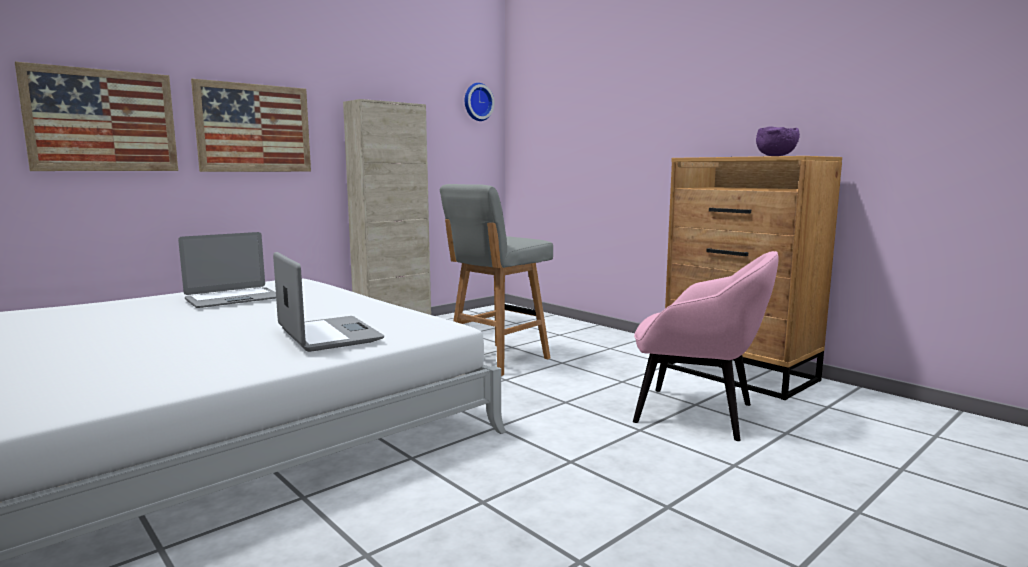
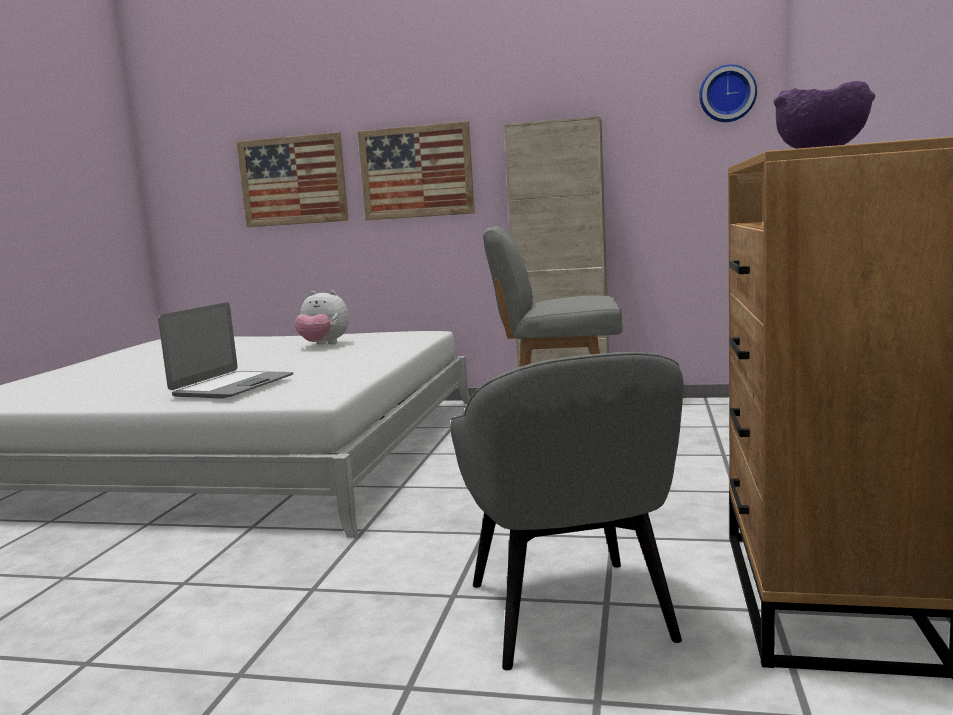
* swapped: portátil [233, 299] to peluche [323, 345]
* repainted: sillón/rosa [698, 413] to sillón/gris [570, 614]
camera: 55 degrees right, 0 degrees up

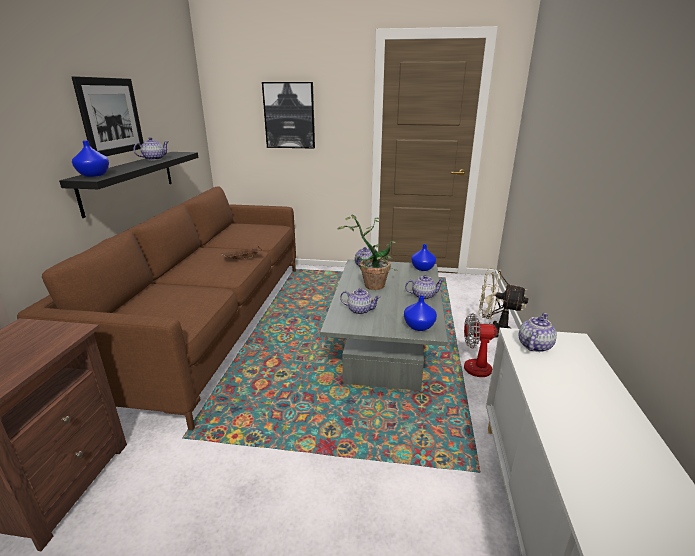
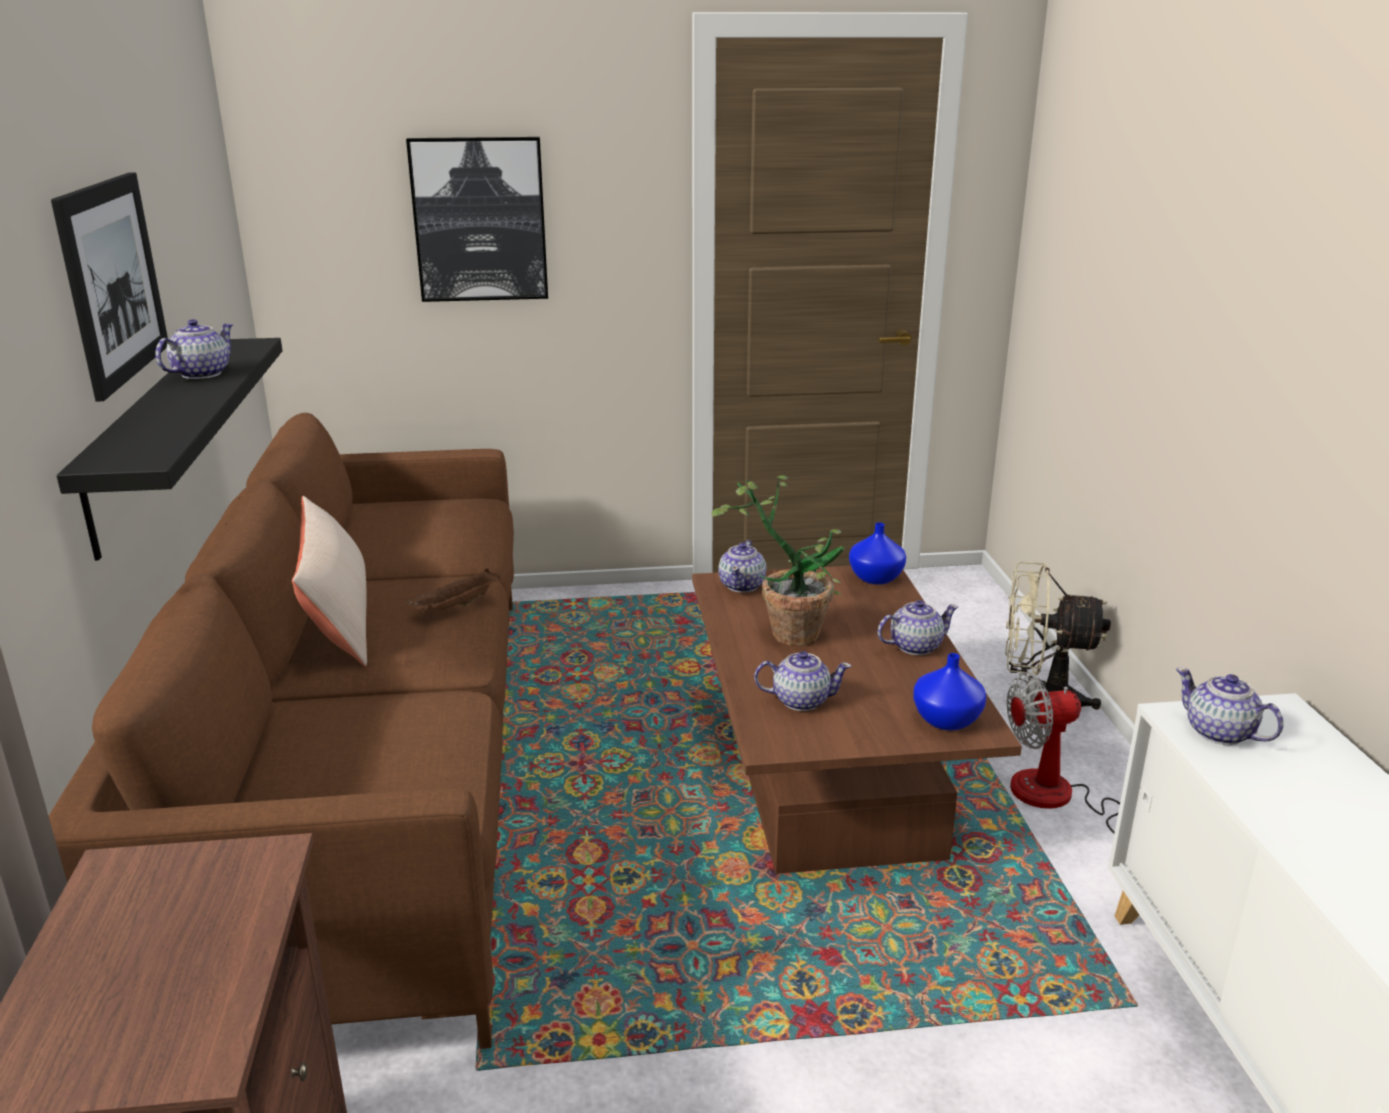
* gone: florero/azul [94, 175]
* repainted: mesa de centro/gris [385, 348] to mesa de centro/marrón [827, 774]
* rotated: tetera [534, 345] = [1220, 733] 60 degrees counterclockwise
* new: cojín/beis [338, 618]
camera: 15 degrees left, 0 degrees up

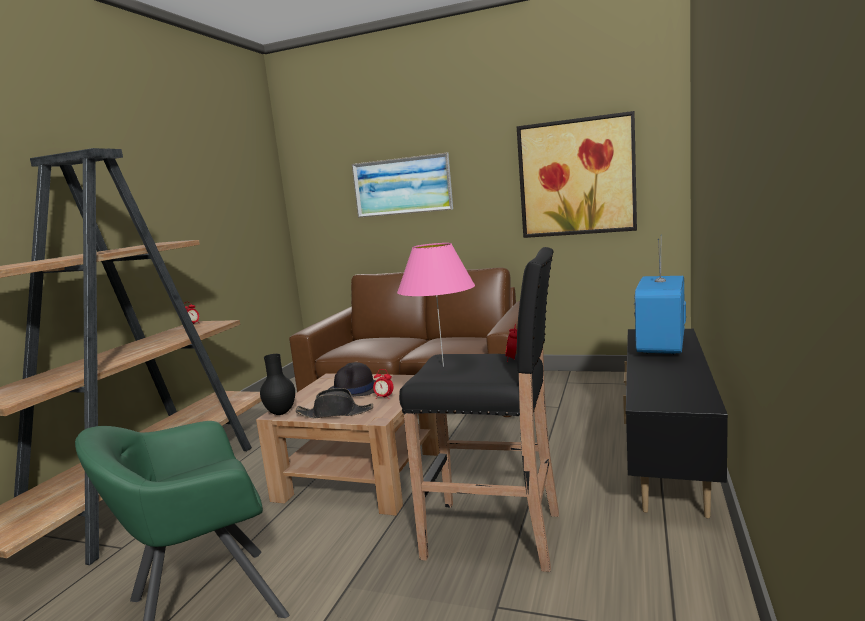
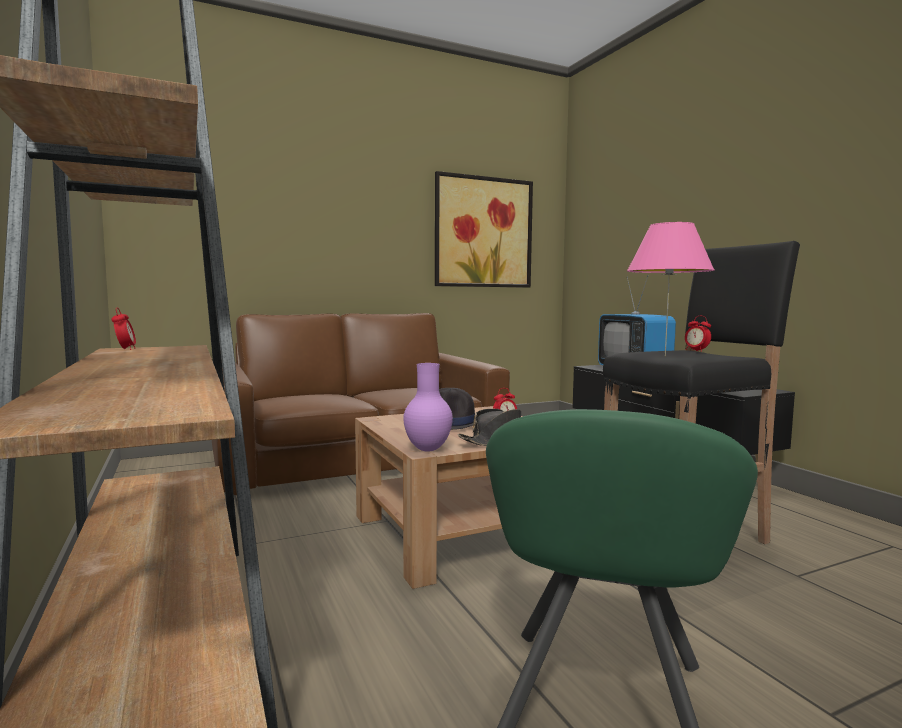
* gone: cuadro [402, 186]
* repainted: florero/negro [281, 412] to florero/morado [427, 449]
camera: 45 degrees left, 5 degrees down

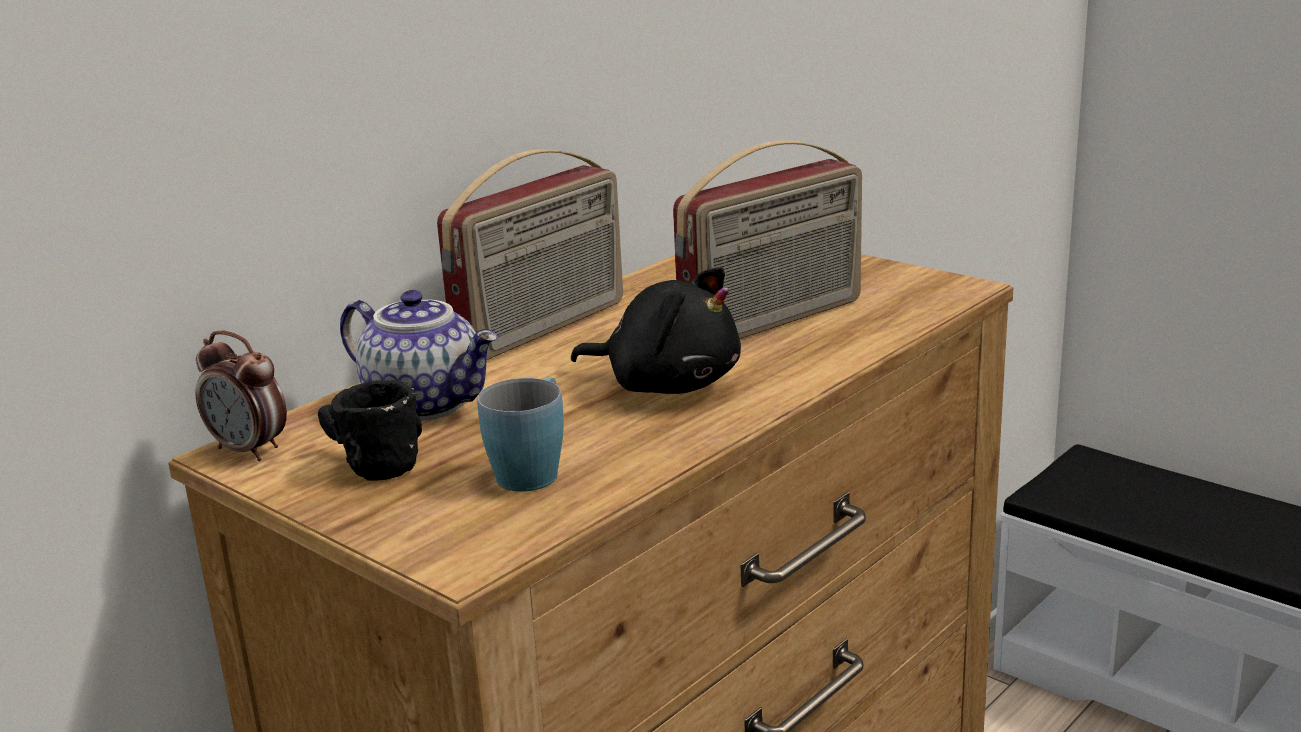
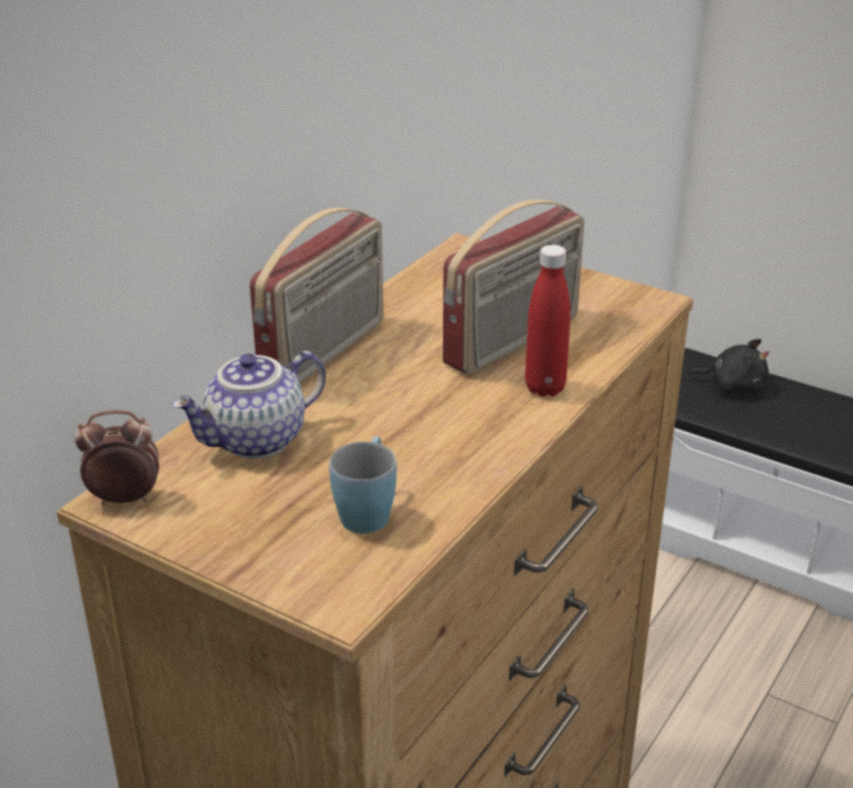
* shifted: peluche/negro [667, 384] to [732, 385]
* rotated: tetera [428, 403] = [256, 441] 120 degrees clockwise
* rotated: despertador [249, 450] = [124, 498] 150 degrees clockwise
* gone: taza grande/negro [364, 464]
* new: botella/rojo [545, 388]
camera: 10 degrees left, 10 degrees up

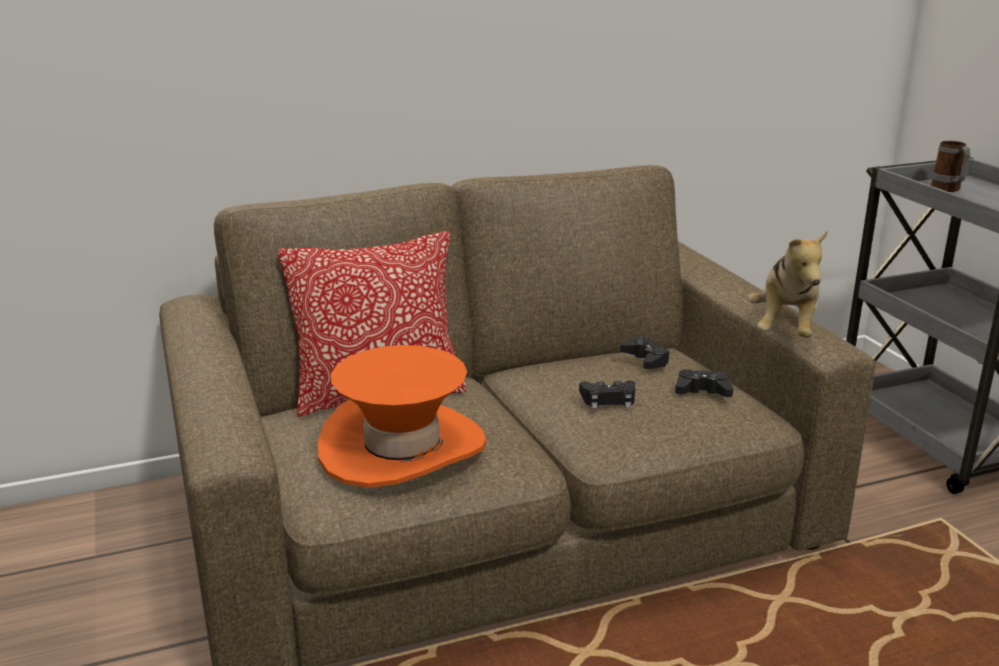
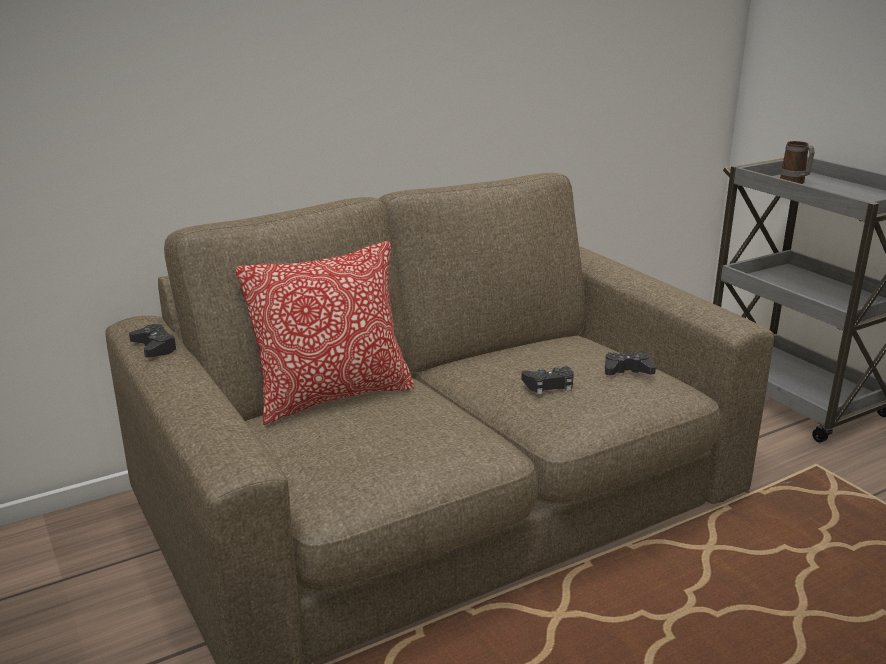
* gone: peluche [785, 329]
* shifted: mando de consola/negro [645, 359] to [154, 347]
* gone: sombrero/naranja [402, 447]
camera: 10 degrees left, 0 degrees up

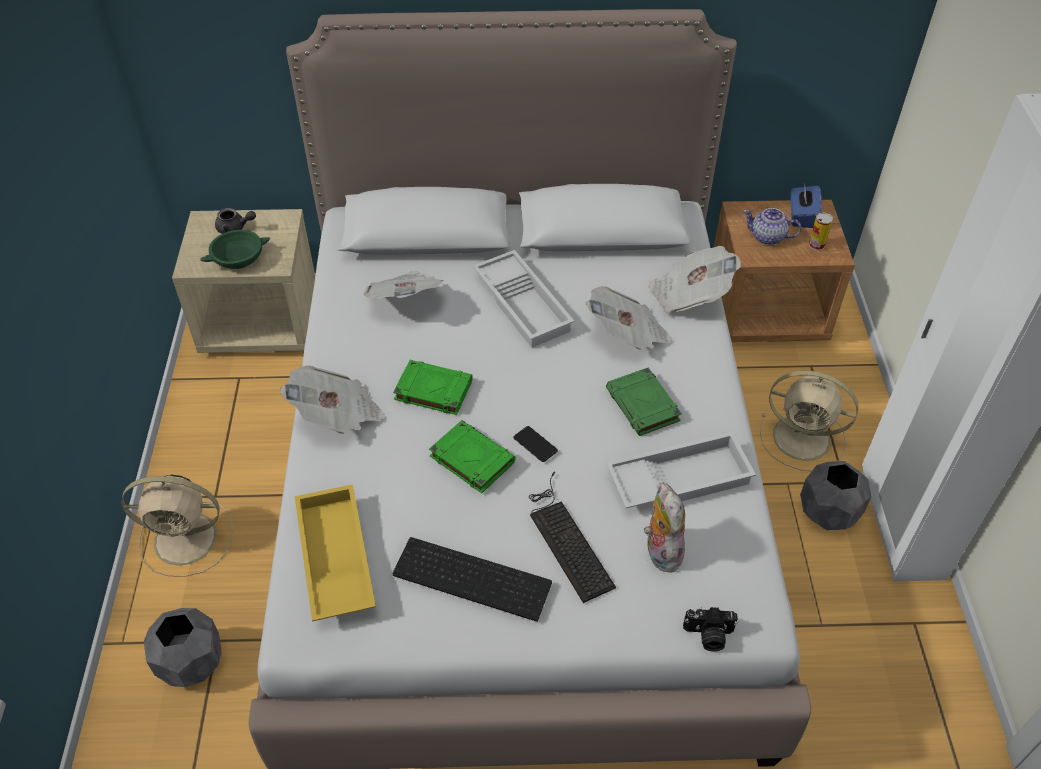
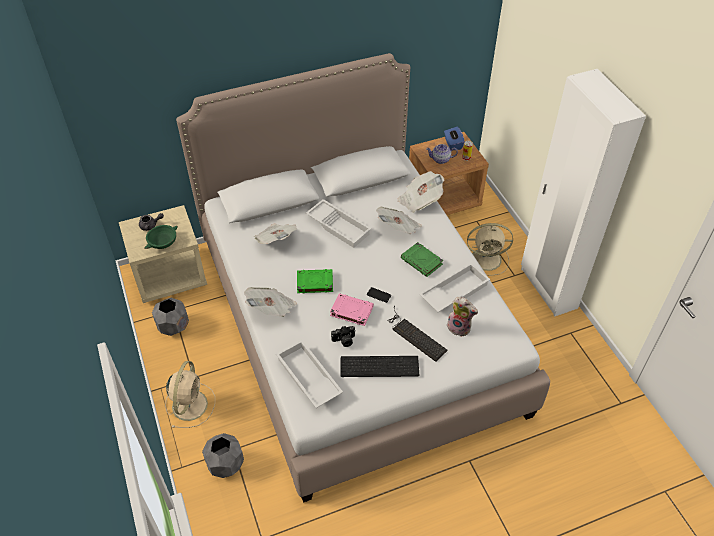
* repainted: libro/verde [471, 459] to libro/rosa [351, 311]
* shifted: maceta/gris [828, 512] to [174, 326]
* rotated: ventilador/beis [188, 539] = [190, 404] 60 degrees counterclockwise
* rotated: peluche [660, 550] = [460, 327] 150 degrees clockwise
* repainted: bandeja/amarillo [333, 559] to bandeja/blanco [307, 378]
* shifted: cámara [708, 636] to [344, 341]
camera: 20 degrees left, 0 degrees up

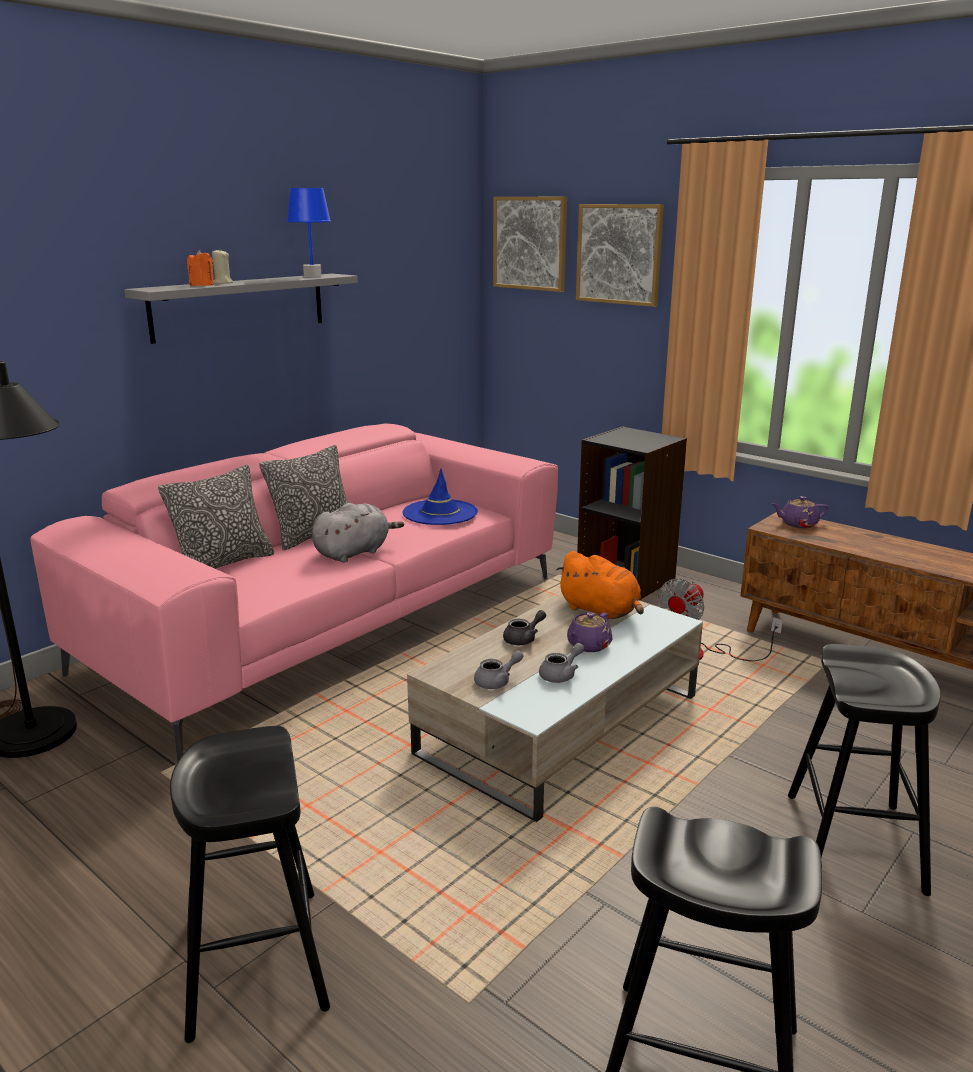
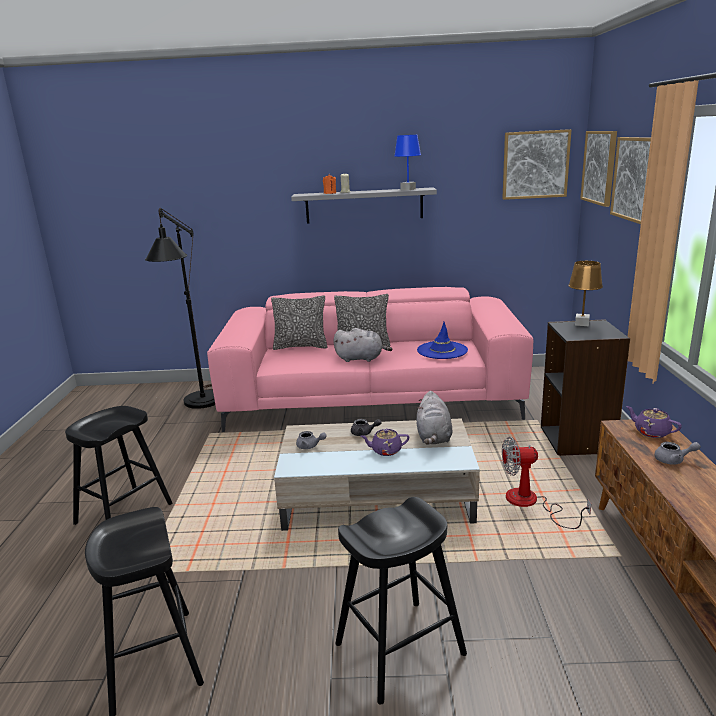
* repainted: peluche/naranja [601, 611] to peluche/gris [433, 437]
* shifted: tetera/gris [561, 675] to [673, 460]
* new: cuadro [535, 164]
* new: lámpara de mesa/marrón [582, 324]
camera: 50 degrees right, 0 degrees up

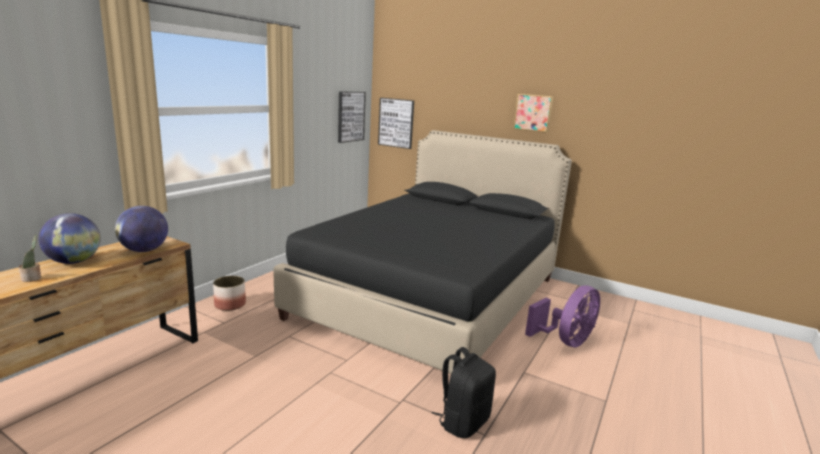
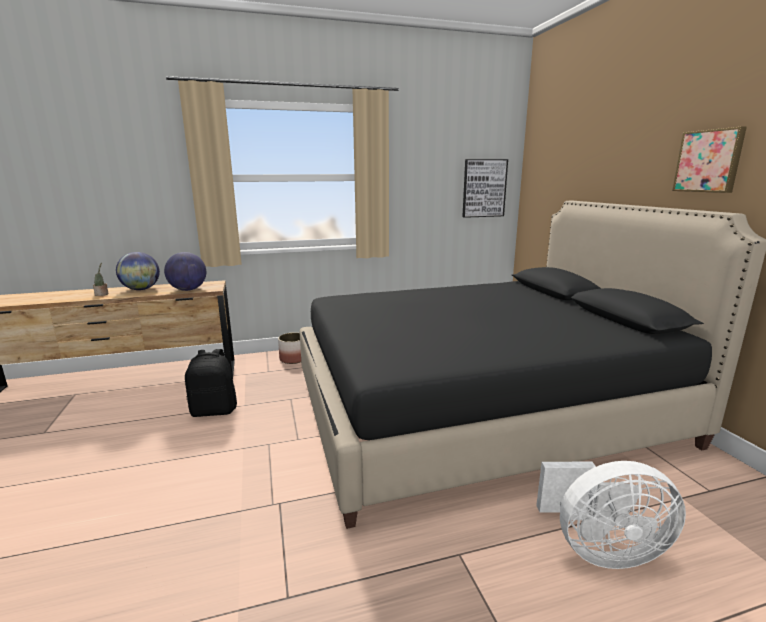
* gone: cuadro [396, 123]
* repainted: ventilador/morado [566, 341] to ventilador/blanco [600, 549]
* shifted: mochila/negro [463, 422] to [214, 410]
camera: 45 degrees right, 0 degrees up

